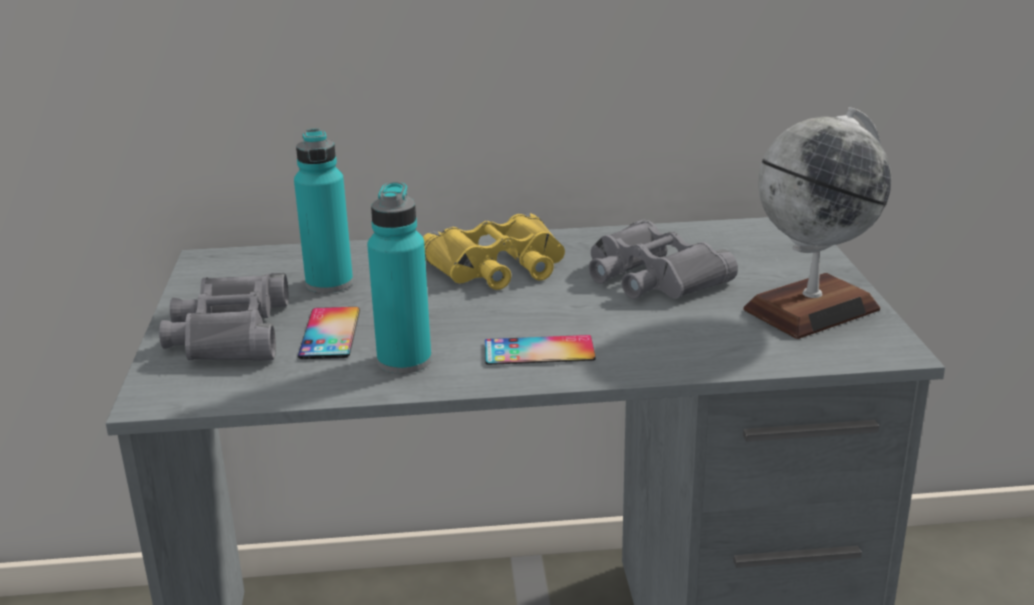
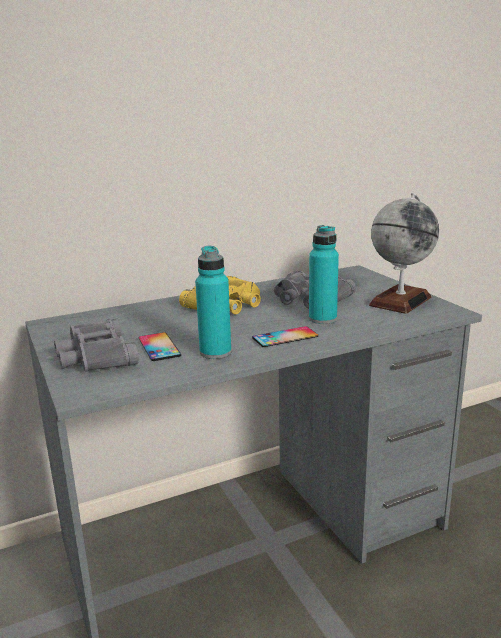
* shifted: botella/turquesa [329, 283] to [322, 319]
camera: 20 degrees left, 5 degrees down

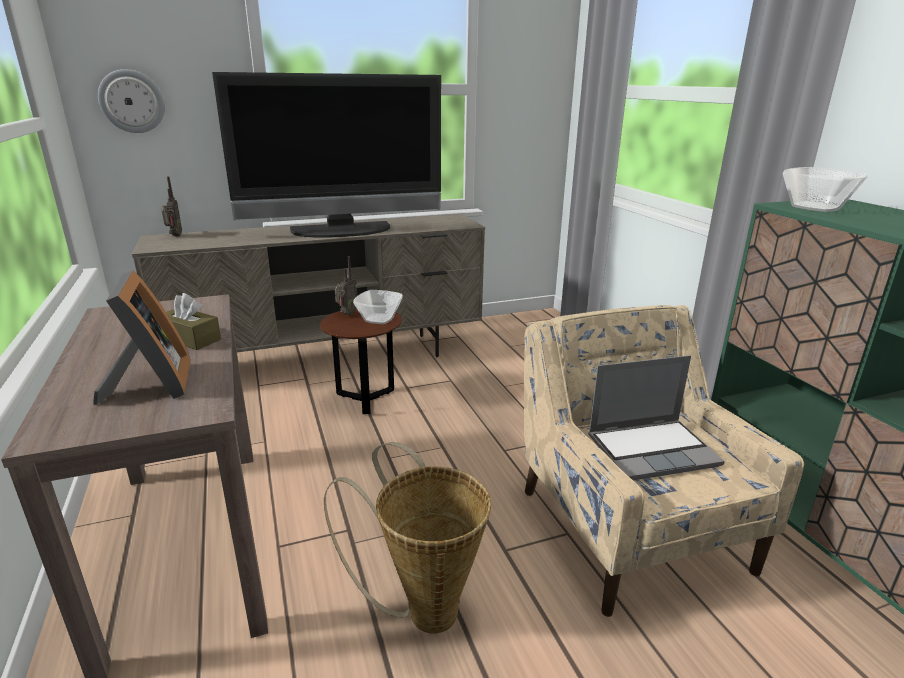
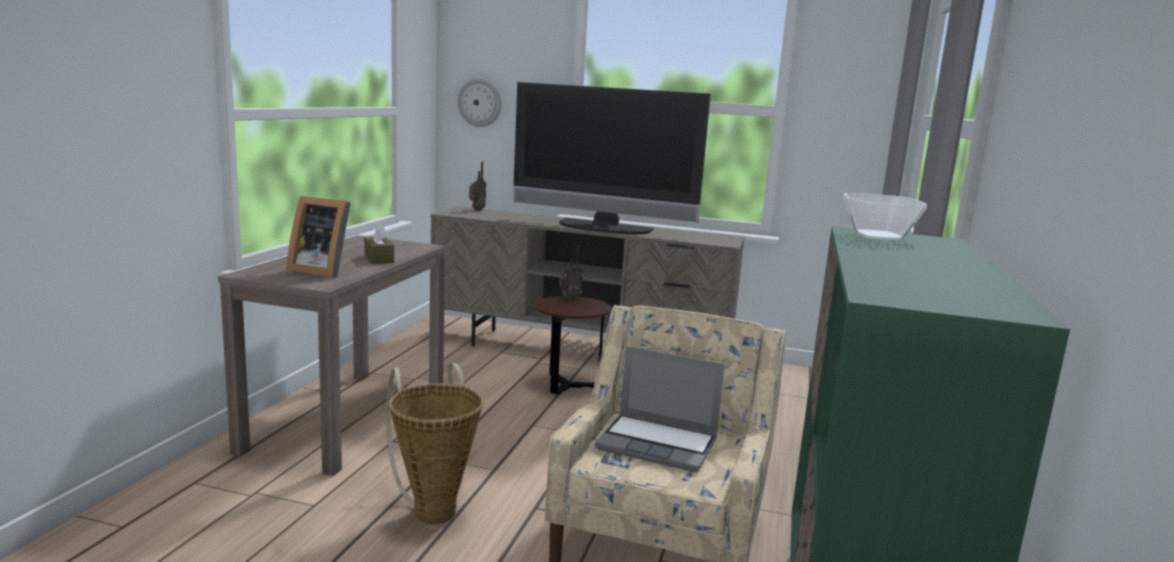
* rotated: portarretratos [152, 385] = [321, 270] 90 degrees clockwise
* gone: cuenco [378, 319]
camera: 35 degrees right, 10 degrees down

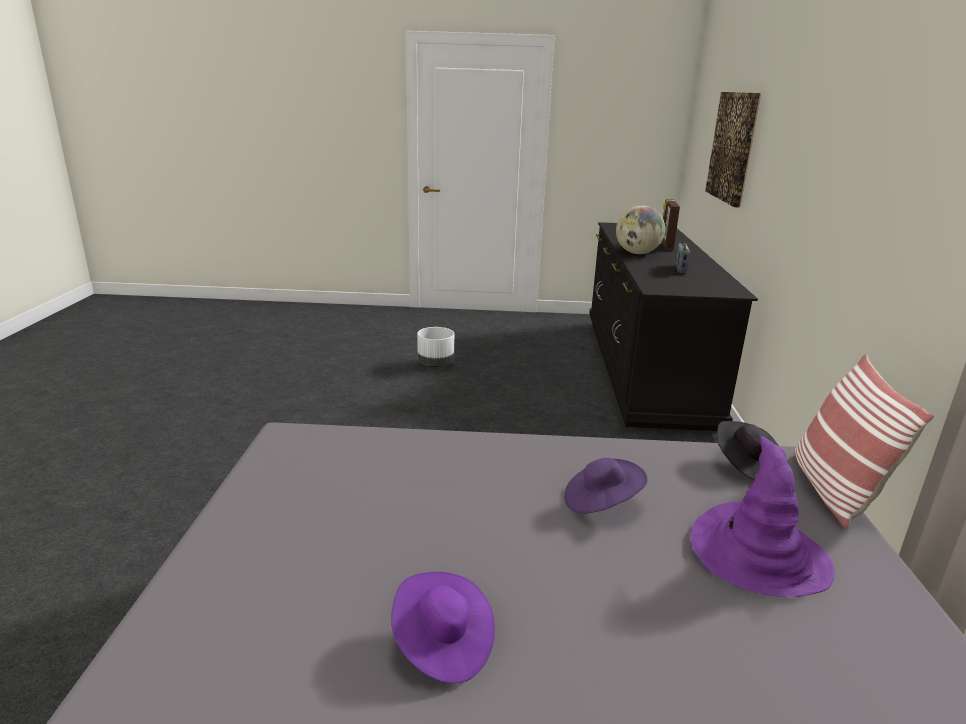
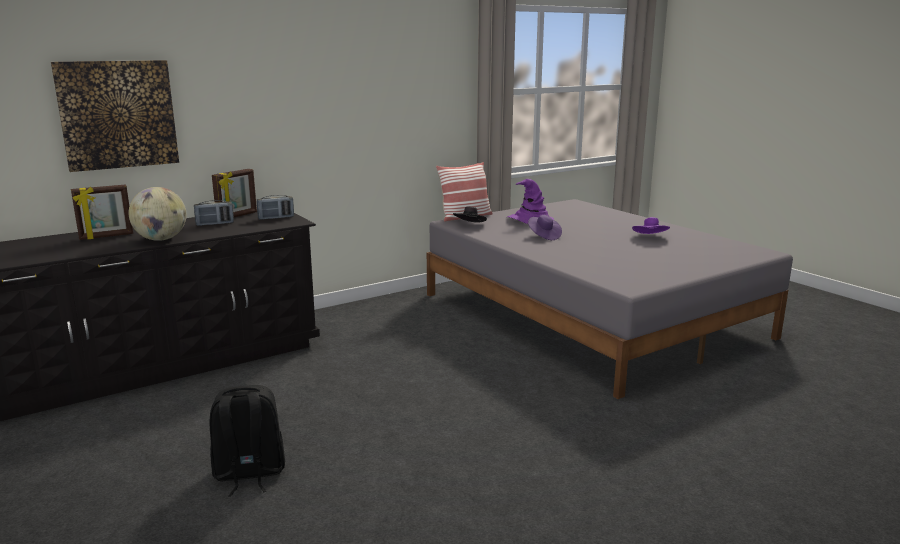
* swapped: maceta/blanco [435, 364] to mochila/negro [249, 474]
* new: portarretratos [237, 216]
* new: radio [276, 218]
camera: 125 degrees left, 5 degrees down

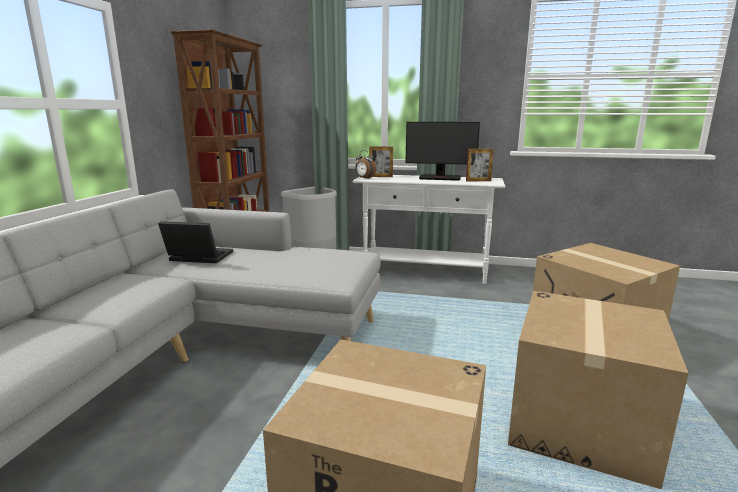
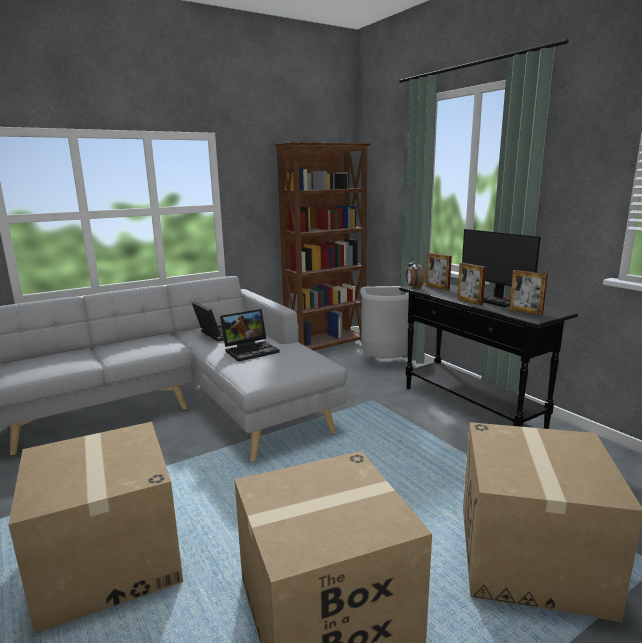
* repainted: mesa consola/blanco [425, 272] to mesa consola/negro [471, 407]
* new: portarretratos [469, 301]
* new: portátil [251, 350]
camera: 45 degrees right, 0 degrees up

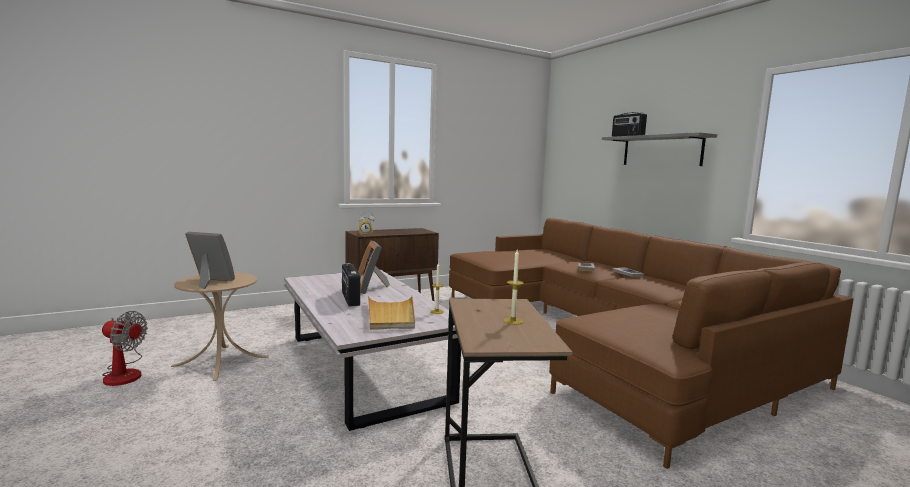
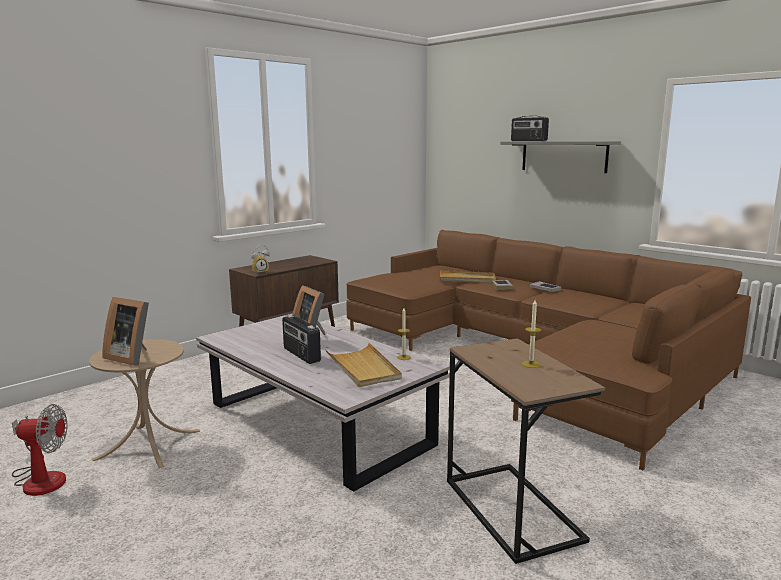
* rotated: portarretratos [209, 282] = [132, 357] 150 degrees counterclockwise
* new: bandeja/beis [467, 279]
camera: 15 degrees left, 5 degrees up

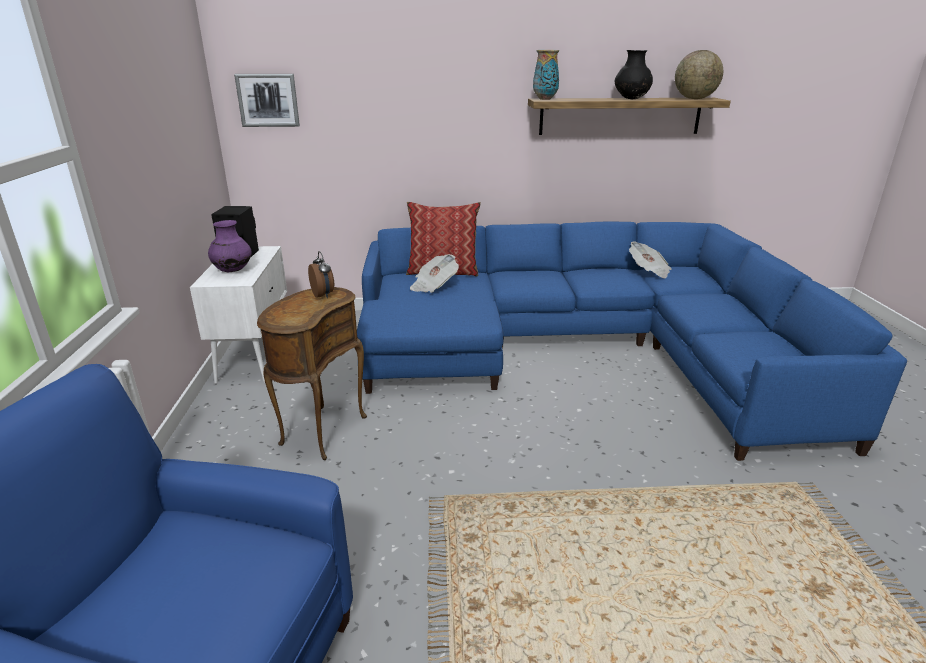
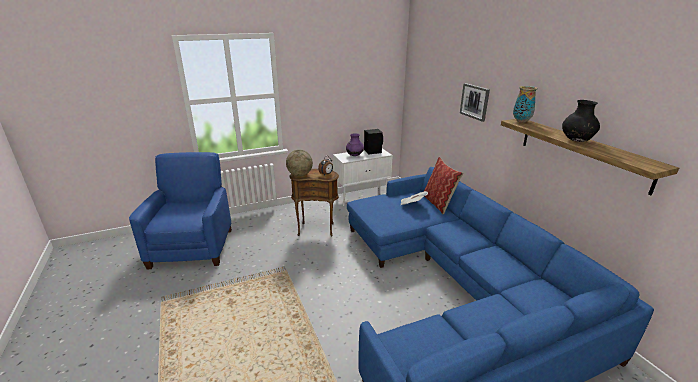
* shifted: globo terráqueo [695, 99] to [300, 175]
* shifted: cuadro [268, 100] to [474, 101]
* gone: periódico [649, 271]
camera: 70 degrees right, 0 degrees up

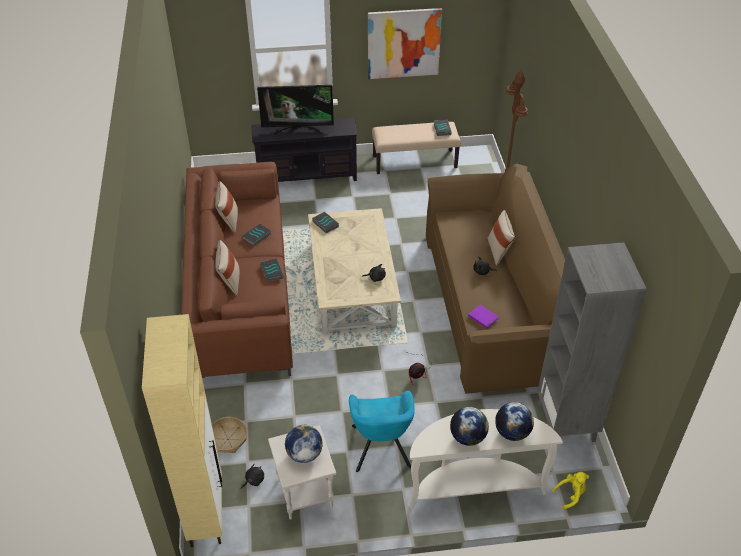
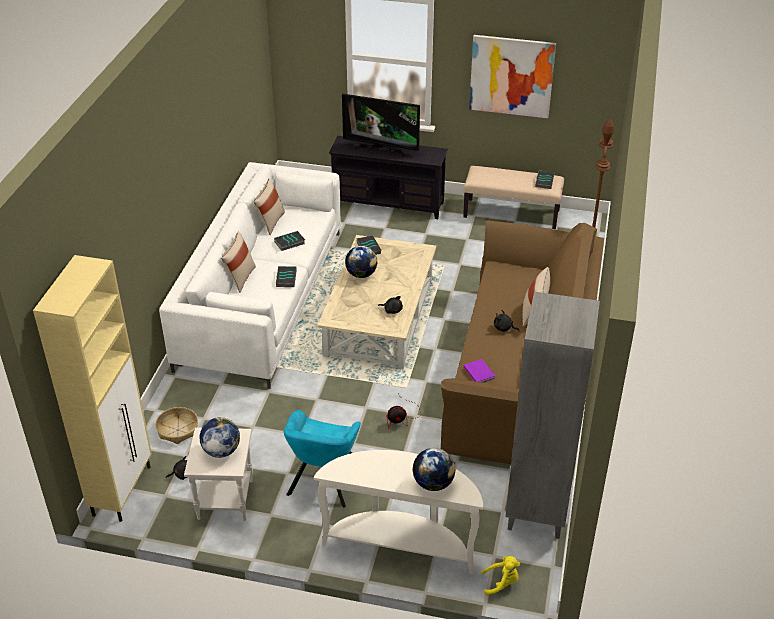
* repainted: sofá/marrón [240, 291] to sofá/blanco [262, 298]
* shifted: globo terráqueo [468, 437] to [361, 274]
camera: 20 degrees right, 5 degrees down

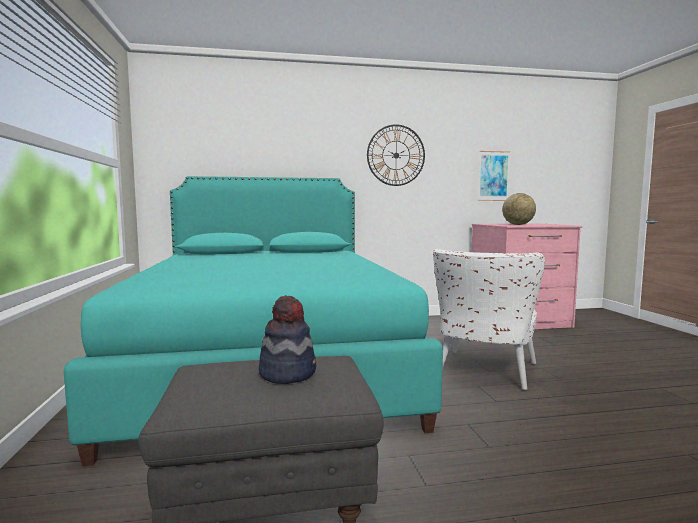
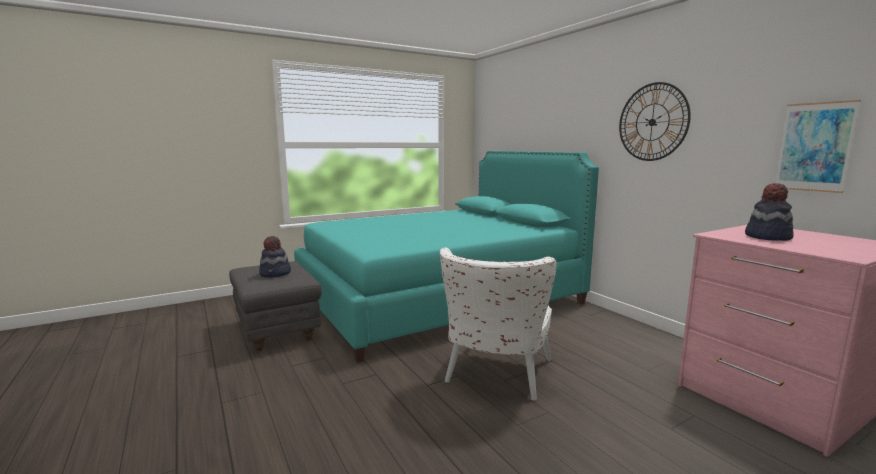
* swapped: globo terráqueo [518, 224] to sombrero [767, 237]
* rotated: sillón/blanco [483, 373] = [495, 377] 75 degrees counterclockwise
camera: 70 degrees right, 5 degrees up

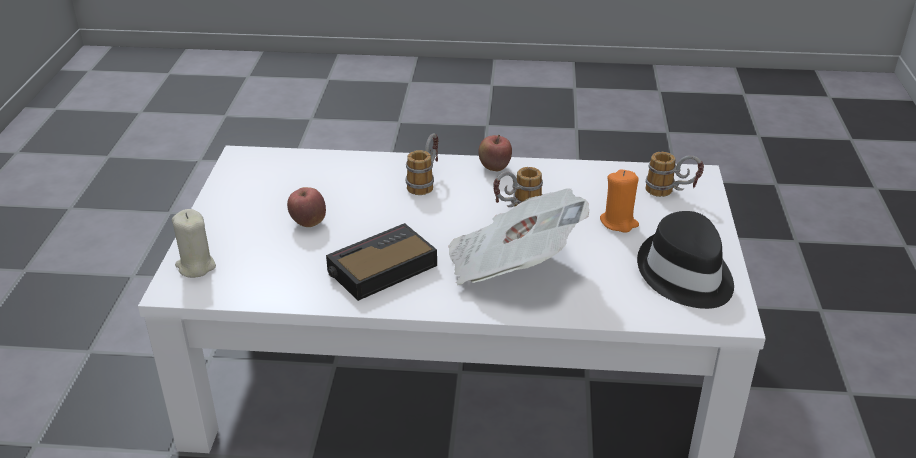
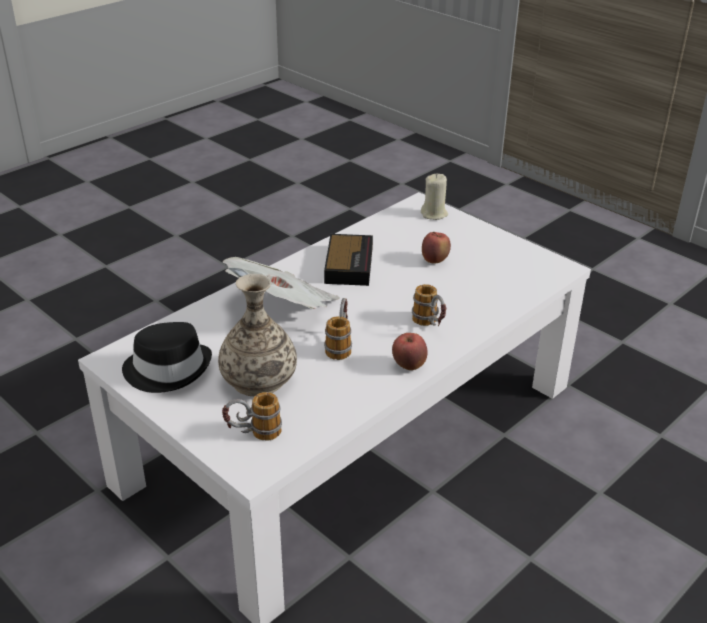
* swapped: vela/naranja [619, 222] to florero [259, 380]
camera: 130 degrees right, 0 degrees up

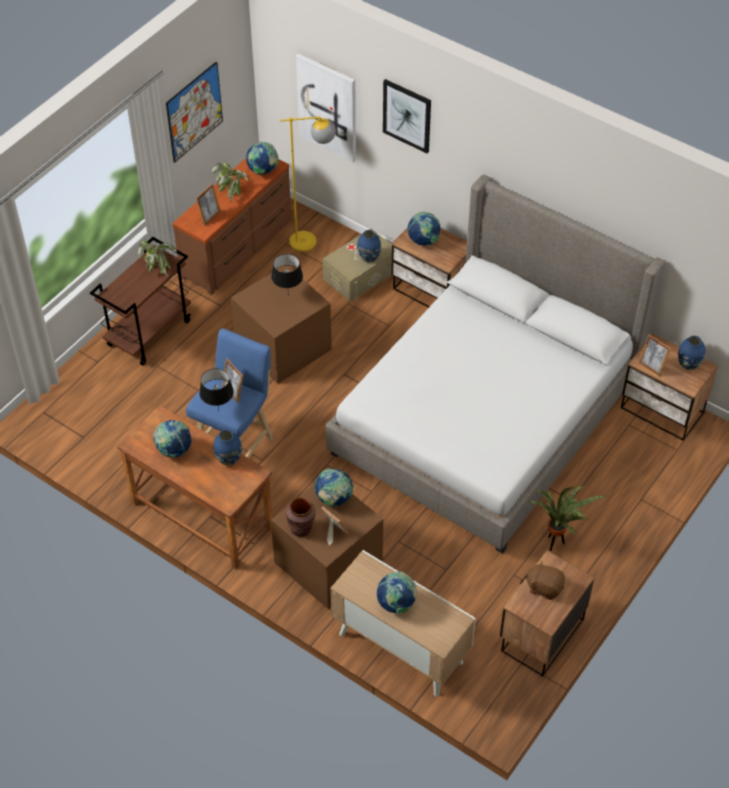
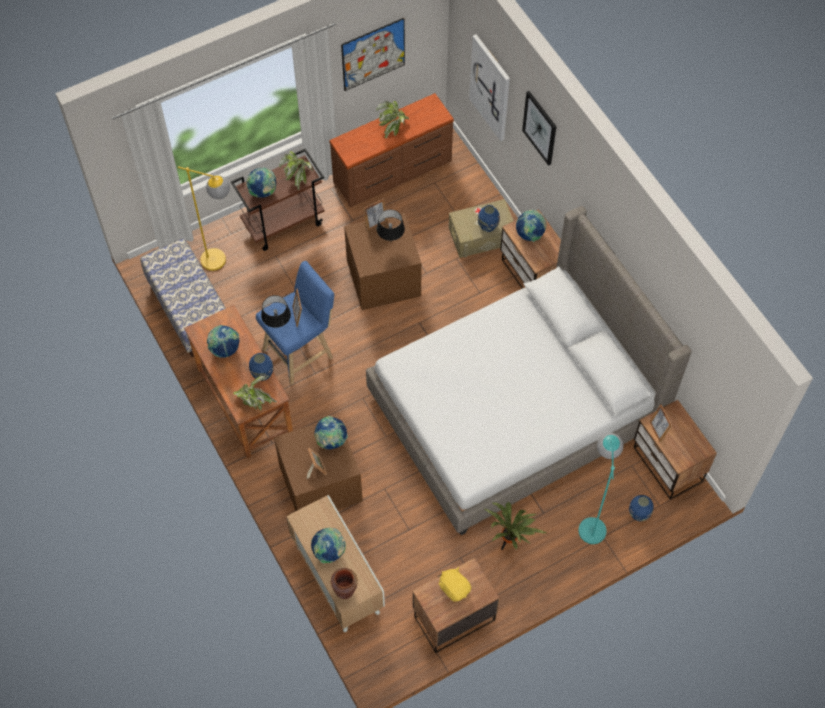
* shifted: lámpara de pie/amarillo [312, 241] to [222, 262]
* shifted: globo terráqueo [263, 171] to [263, 192]
* shifted: portarretratos [209, 217] to [375, 223]
* shifted: florero/azul [688, 365] to [638, 514]
* shifted: florero/marrón [301, 528] to [345, 590]
* repainted: peluche/marrón [544, 587] to peluche/amarillo [454, 588]
* new: banco [190, 311]
* new: planta en maceta [254, 401]
* new: lámpara de pie/turquesa [592, 521]
camera: 25 degrees right, 10 degrees up

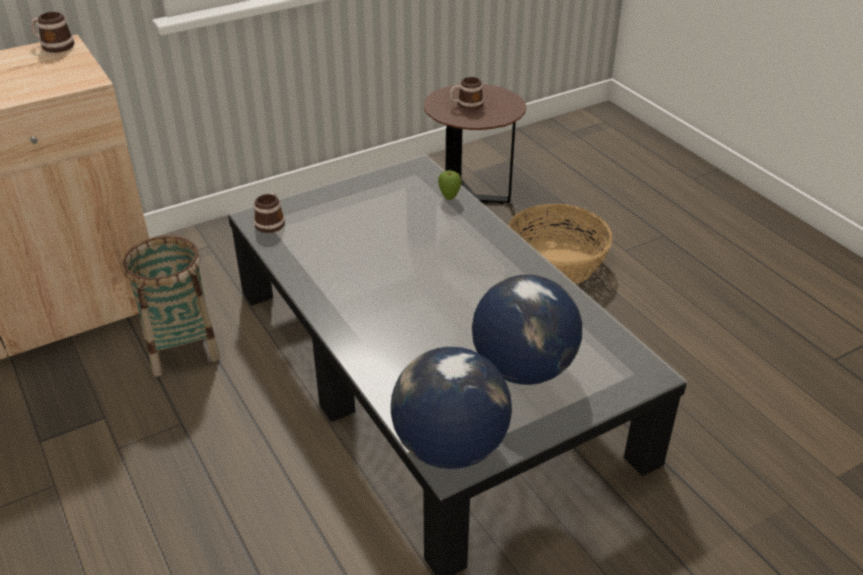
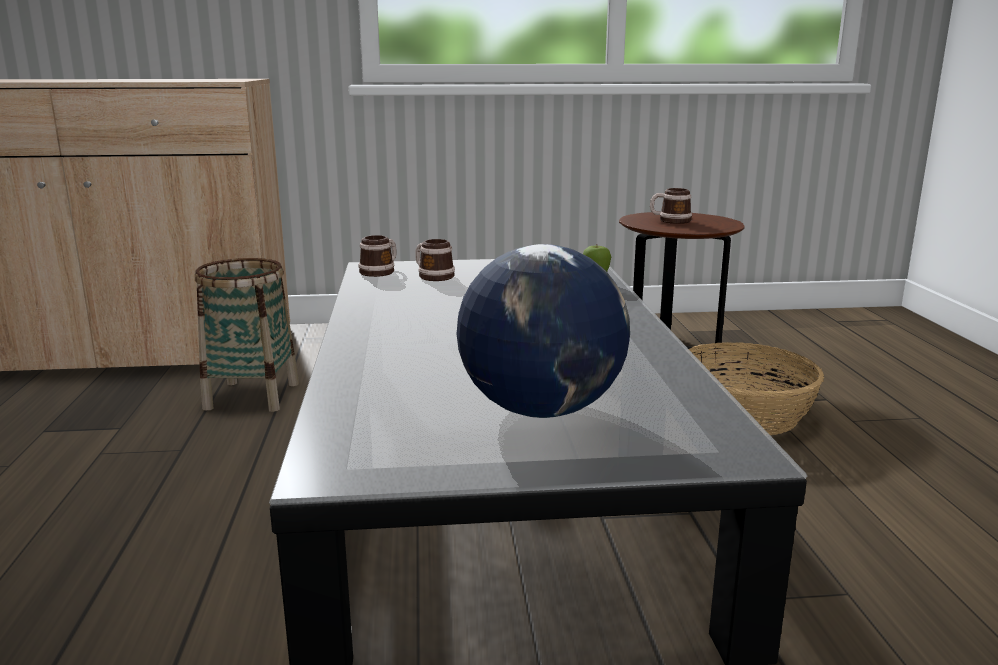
* shifted: taza grande [54, 46] to [432, 276]
* gone: globo terráqueo [449, 448]
camera: 25 degrees right, 20 degrees down

